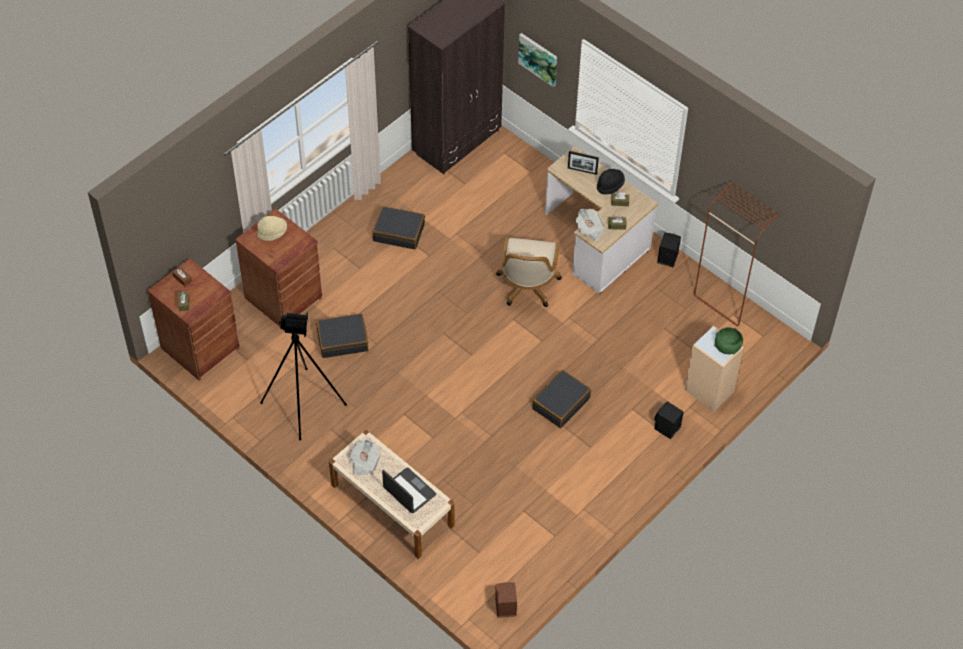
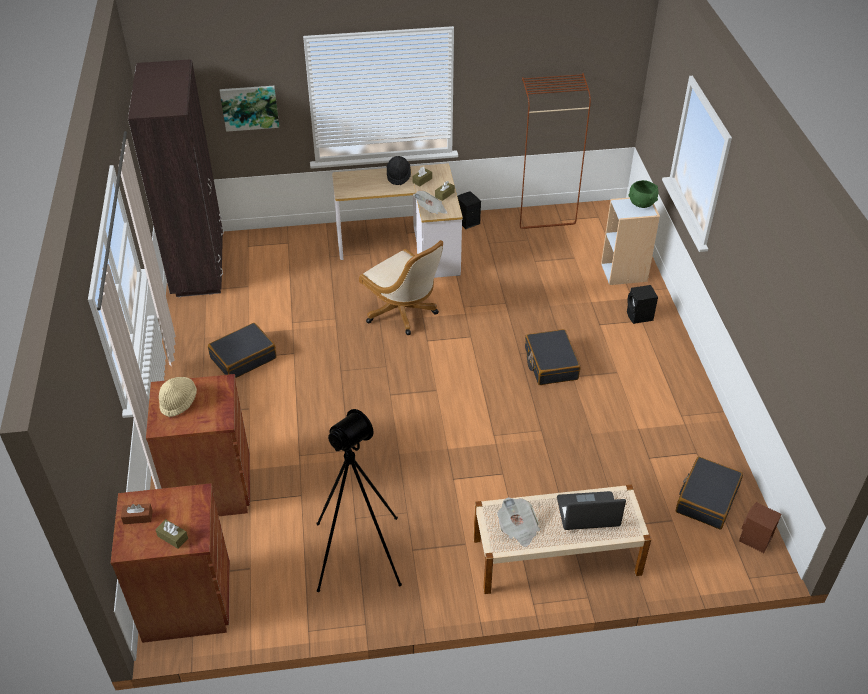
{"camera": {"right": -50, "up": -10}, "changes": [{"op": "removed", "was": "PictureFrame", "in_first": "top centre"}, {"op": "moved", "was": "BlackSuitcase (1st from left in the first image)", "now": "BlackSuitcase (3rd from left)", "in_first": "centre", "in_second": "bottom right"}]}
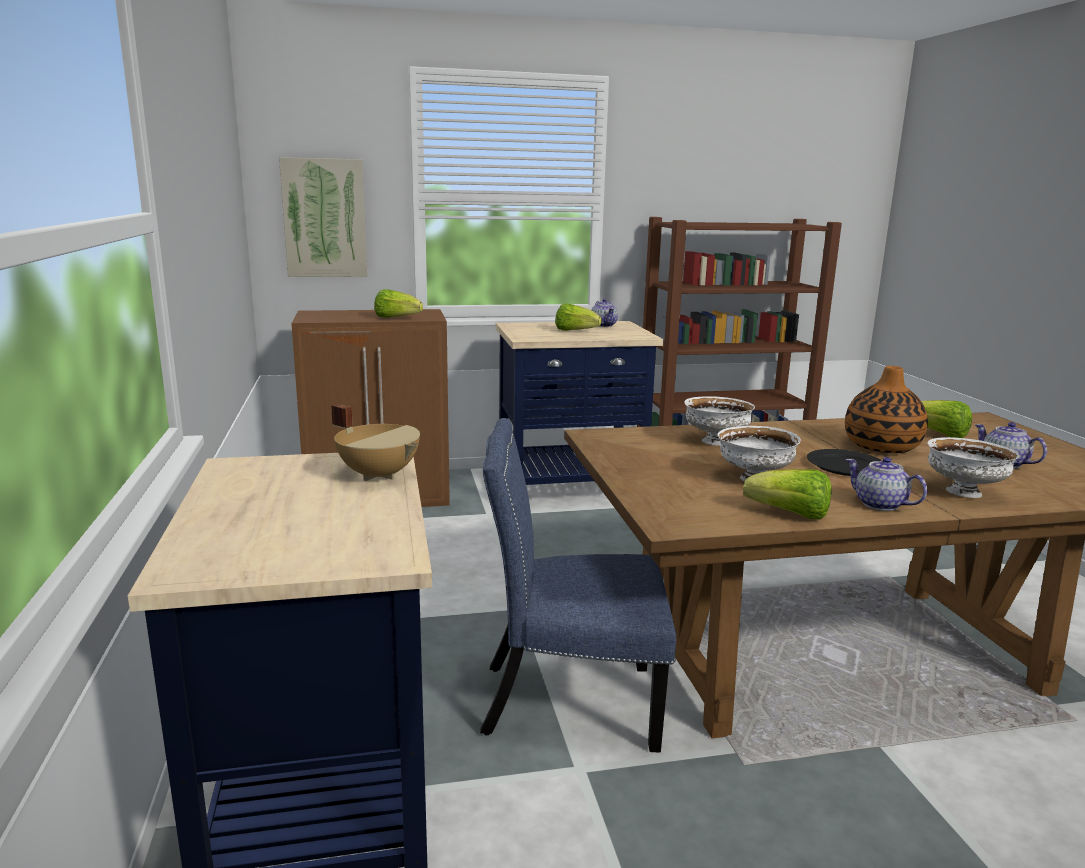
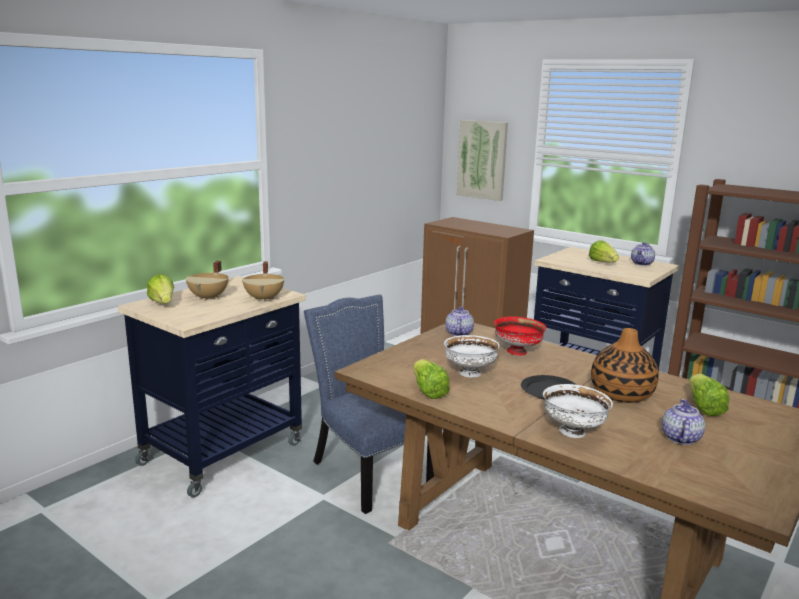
{"camera": {"right": 50, "up": 0}, "changes": [{"op": "added", "now": "BeigeCookingPot (1st from left)", "in_second": "middle left"}, {"op": "moved", "was": "Lettuce (1st from left)", "in_first": "centre", "in_second": "middle left"}, {"op": "moved", "was": "Teapot (2nd from left in the first image)", "now": "Teapot (1st from left)", "in_first": "middle right", "in_second": "centre"}, {"op": "recoloured", "was": "WhiteBowl (1st from left)", "now": "RedBowl", "in_first": "centre", "in_second": "centre"}]}
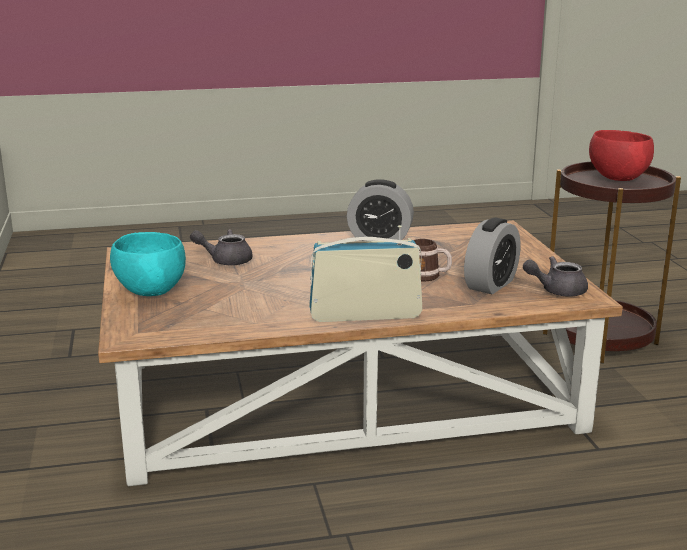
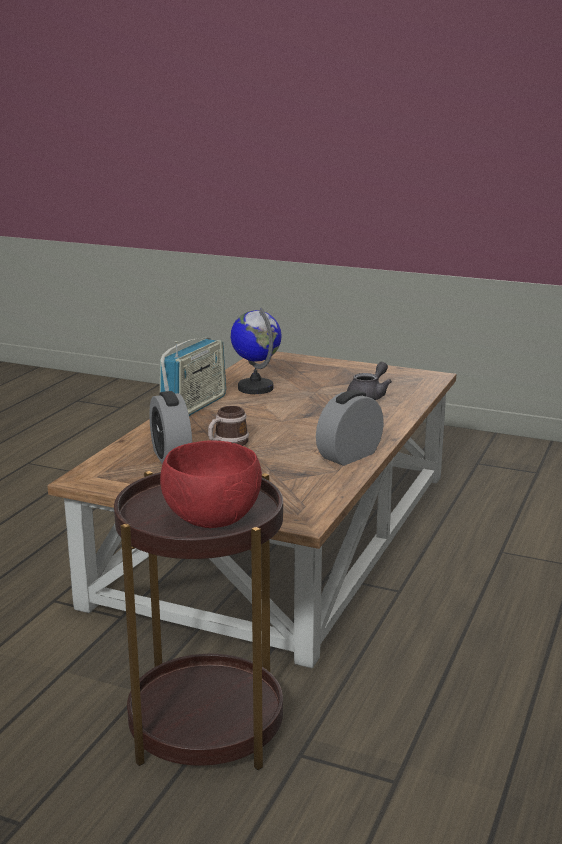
{"camera": {"right": 125, "up": 0}, "changes": [{"op": "removed", "was": "TurquoiseBowl", "in_first": "middle left"}, {"op": "removed", "was": "GreyTeapot (2nd from left)", "in_first": "middle right"}, {"op": "added", "now": "Globe", "in_second": "centre"}]}
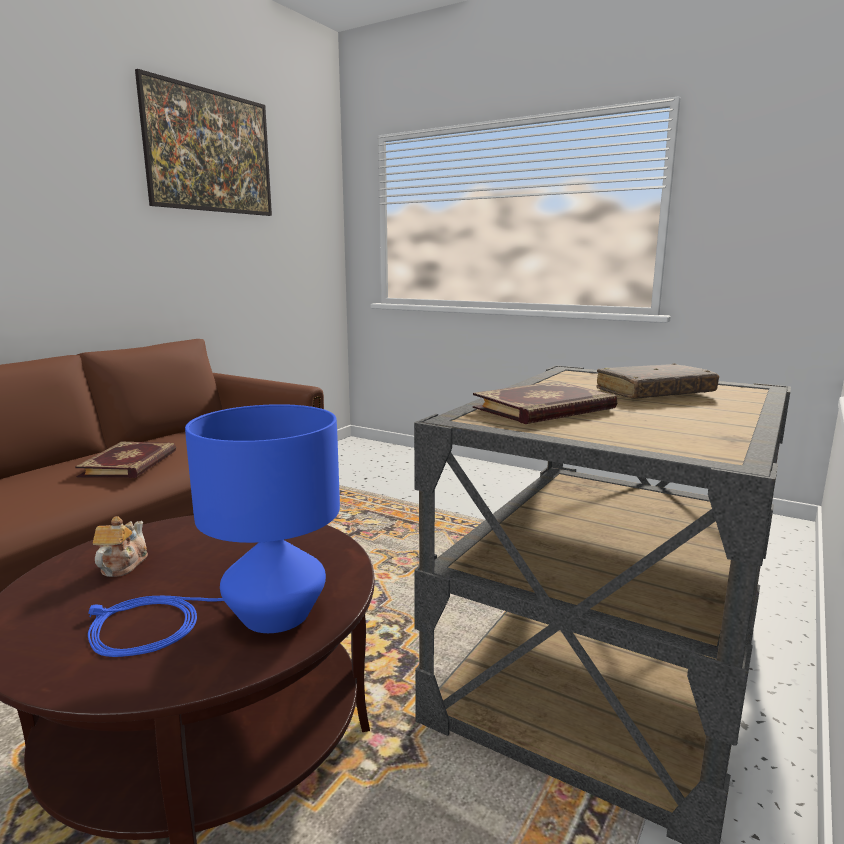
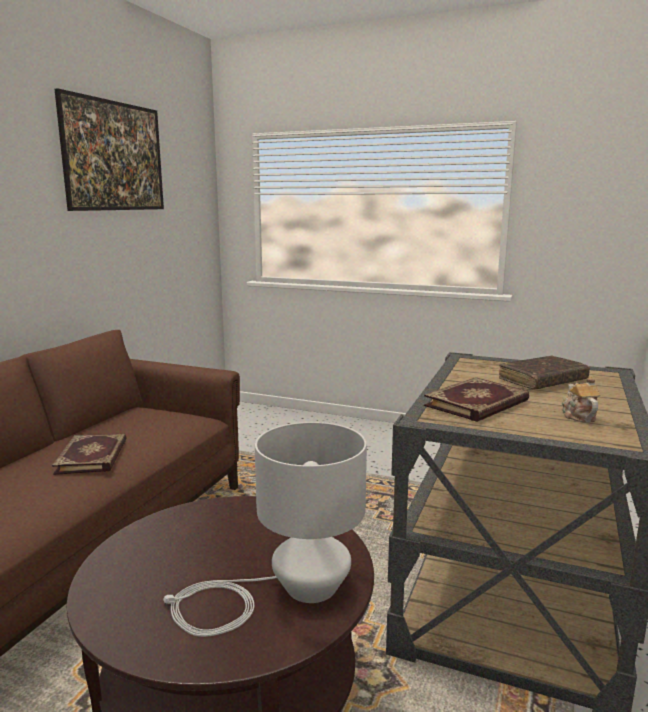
{"camera": {"right": -10, "up": 0}, "changes": [{"op": "moved", "was": "Teapot", "in_first": "middle left", "in_second": "middle right"}, {"op": "recoloured", "was": "BlueTableLamp", "now": "WhiteTableLamp", "in_first": "middle left", "in_second": "bottom centre"}]}
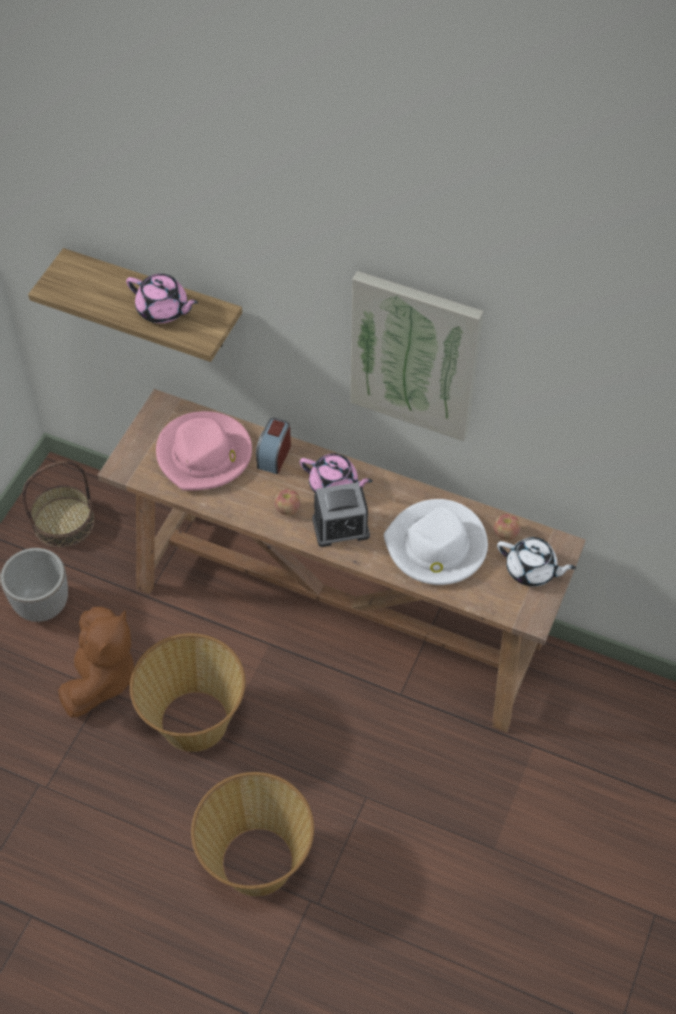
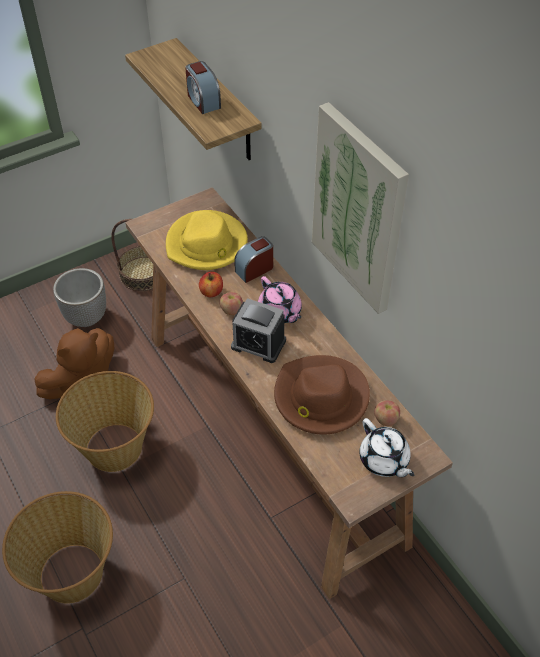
{"camera": {"right": 35, "up": -5}, "changes": [{"op": "added", "now": "Apple (1st from left)", "in_second": "centre"}, {"op": "replaced", "was": "PinkTeapot (1st from left)", "now": "AlarmClock (1st from left)", "in_first": "top left", "in_second": "top centre"}, {"op": "recoloured", "was": "PinkHat", "now": "YellowHat", "in_first": "middle left", "in_second": "centre"}, {"op": "recoloured", "was": "WhiteHat", "now": "BrownHat", "in_first": "centre", "in_second": "centre"}]}
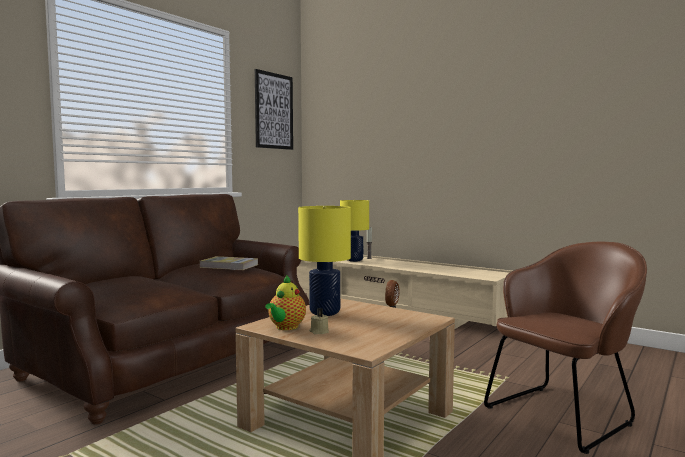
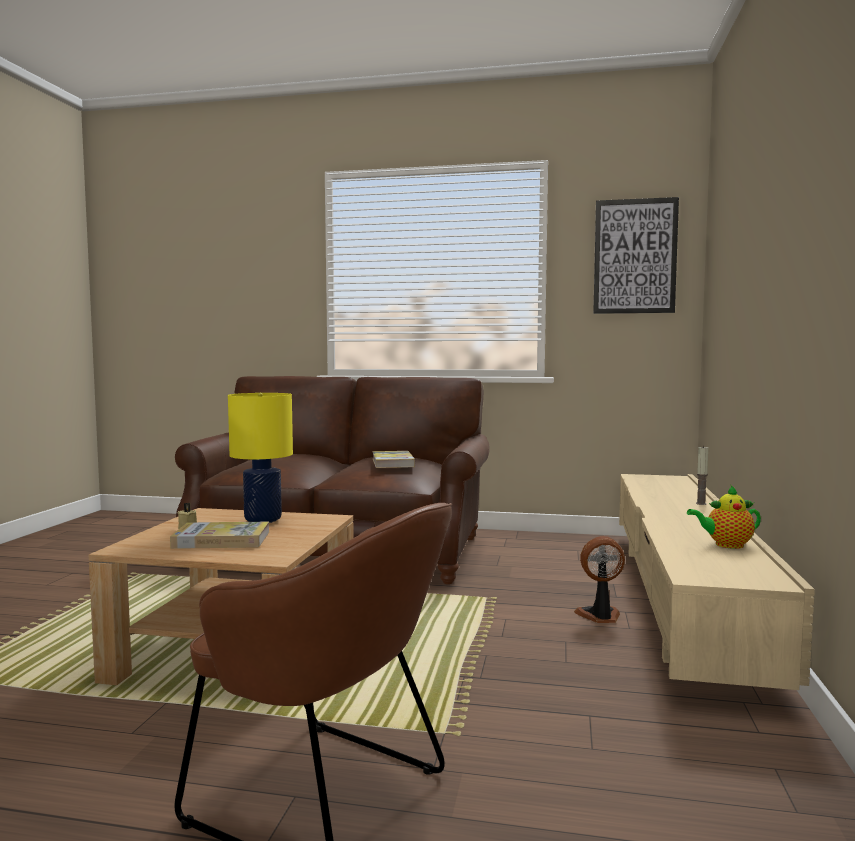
{"camera": {"right": 65, "up": 0}, "changes": [{"op": "removed", "was": "YellowTableLamp (2nd from left)", "in_first": "centre"}, {"op": "added", "now": "Book (1st from left)", "in_second": "middle left"}, {"op": "moved", "was": "Teapot", "in_first": "centre", "in_second": "middle right"}]}
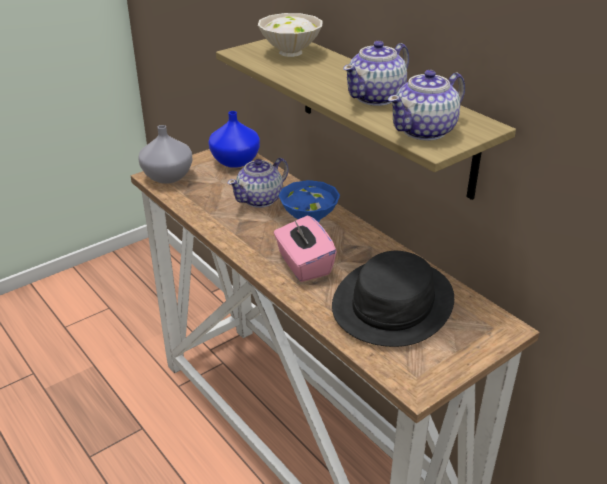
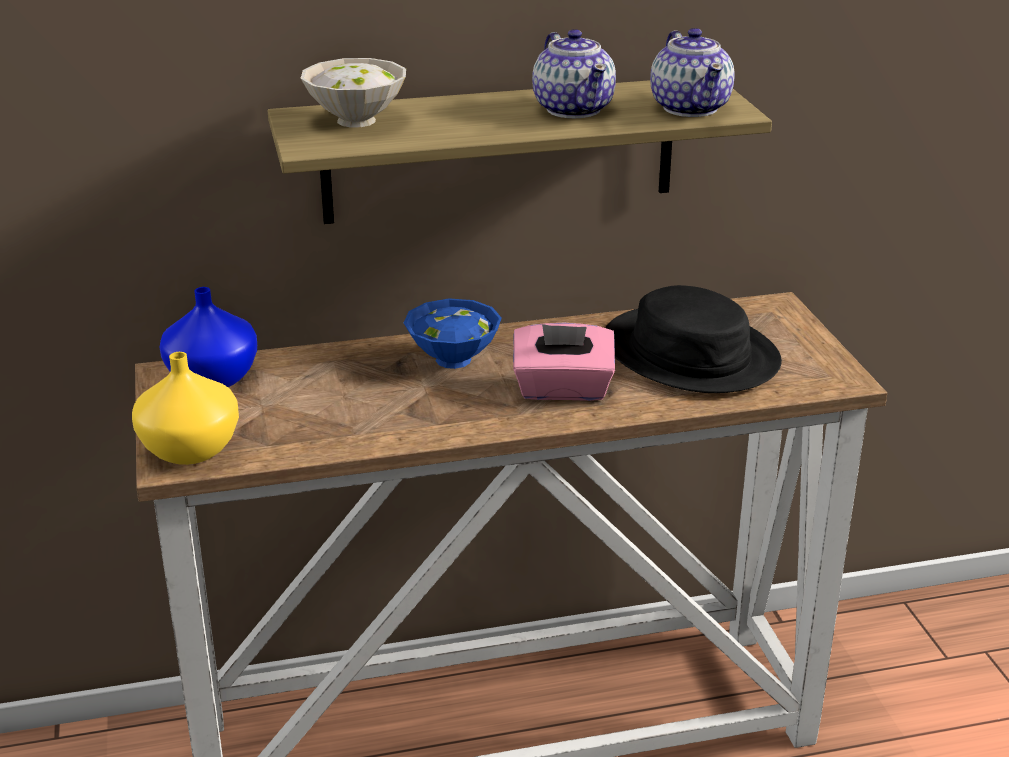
{"camera": {"right": -65, "up": -5}, "changes": [{"op": "removed", "was": "Teapot (1st from left)", "in_first": "centre"}, {"op": "recoloured", "was": "GreyVase", "now": "YellowVase", "in_first": "top left", "in_second": "middle left"}]}
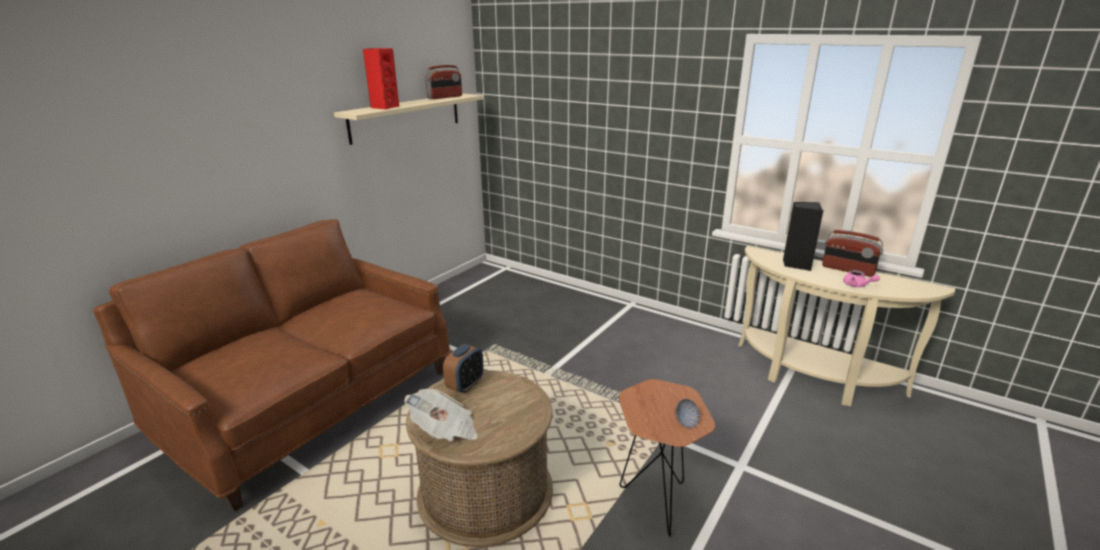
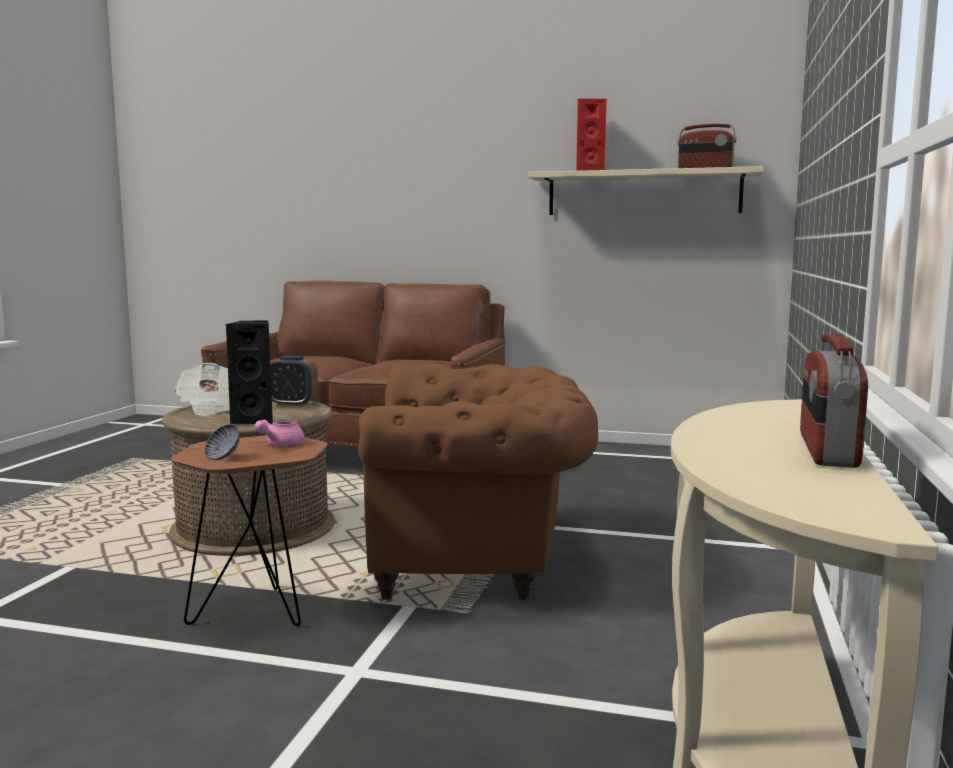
{"camera": {"right": 70, "up": -15}, "changes": [{"op": "added", "now": "BrownArmchair", "in_second": "centre"}, {"op": "moved", "was": "BlackSpeaker", "in_first": "middle right", "in_second": "middle left"}, {"op": "moved", "was": "PinkTeapot", "in_first": "middle right", "in_second": "middle left"}]}
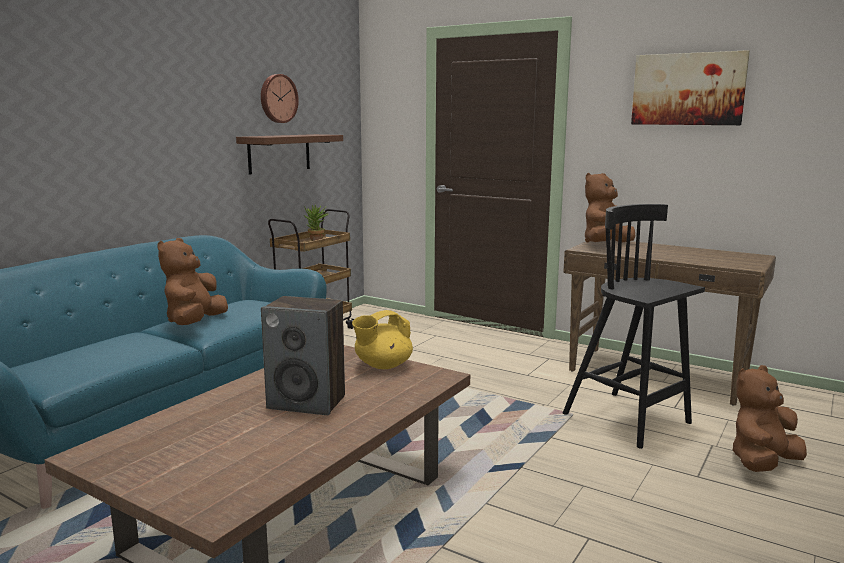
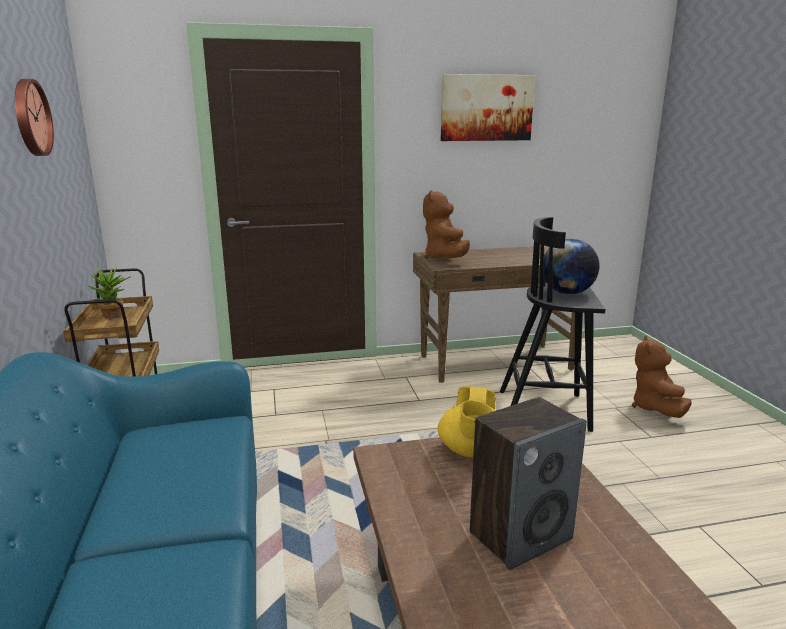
{"camera": {"right": -45, "up": 5}, "changes": [{"op": "removed", "was": "BrownPlushToy (1st from left)", "in_first": "middle left"}, {"op": "removed", "was": "BrownShelf", "in_first": "top centre"}, {"op": "added", "now": "Globe", "in_second": "middle right"}]}
